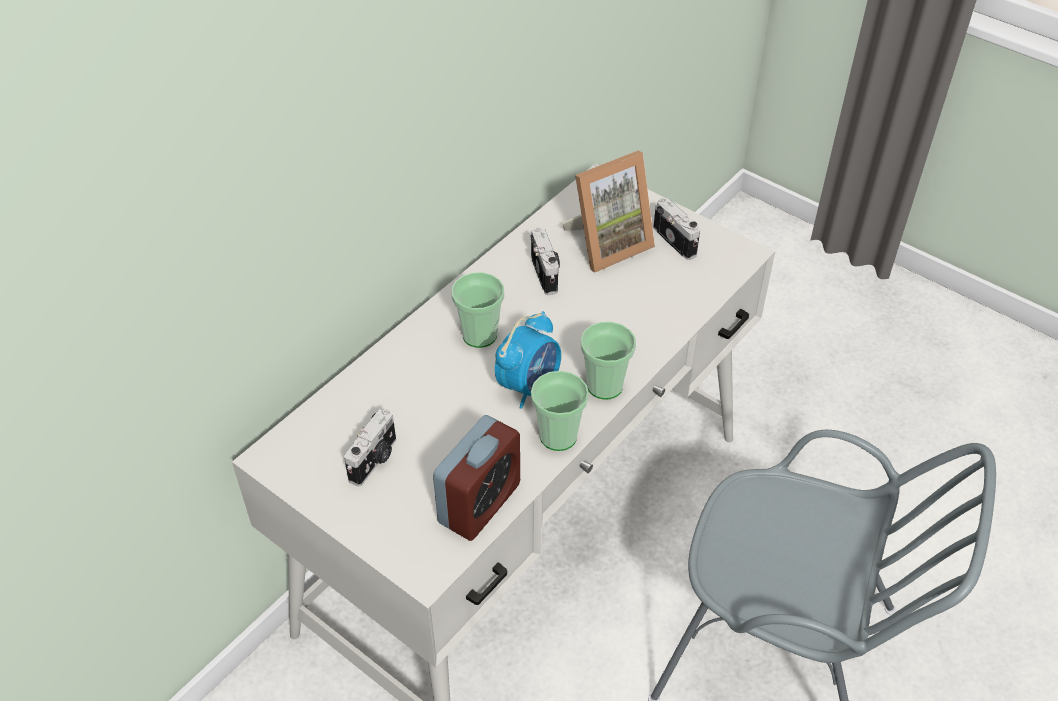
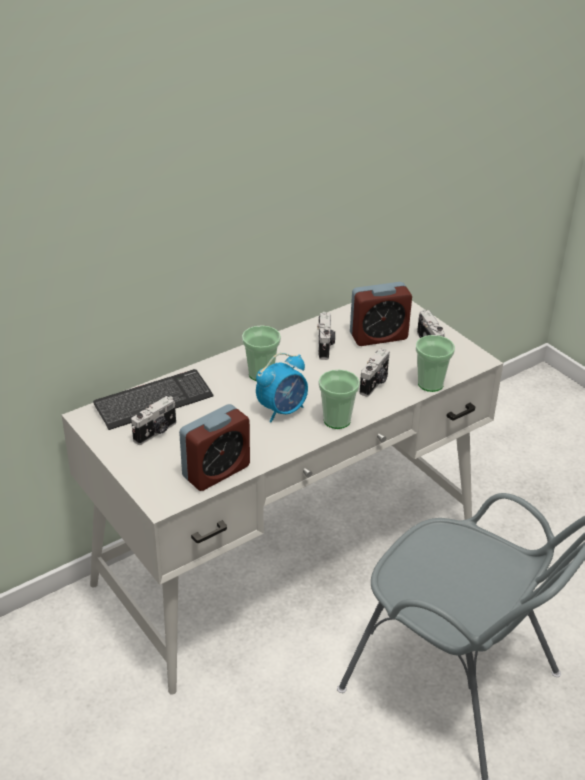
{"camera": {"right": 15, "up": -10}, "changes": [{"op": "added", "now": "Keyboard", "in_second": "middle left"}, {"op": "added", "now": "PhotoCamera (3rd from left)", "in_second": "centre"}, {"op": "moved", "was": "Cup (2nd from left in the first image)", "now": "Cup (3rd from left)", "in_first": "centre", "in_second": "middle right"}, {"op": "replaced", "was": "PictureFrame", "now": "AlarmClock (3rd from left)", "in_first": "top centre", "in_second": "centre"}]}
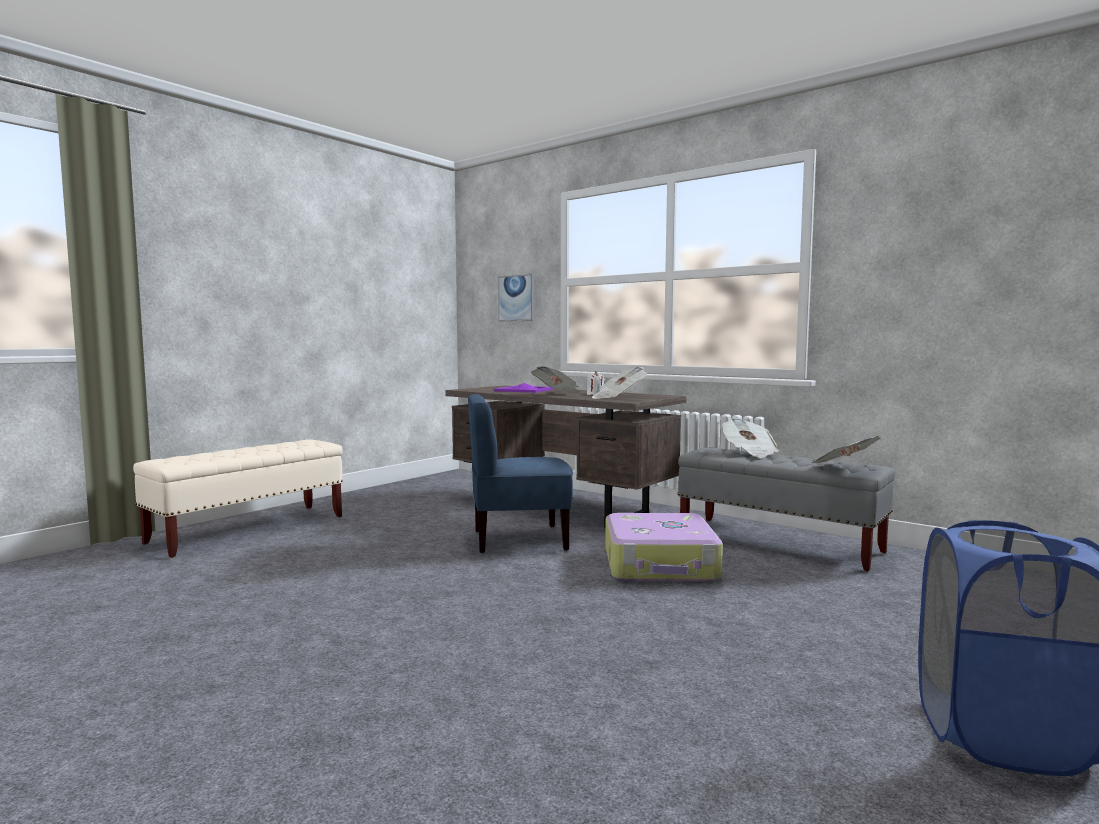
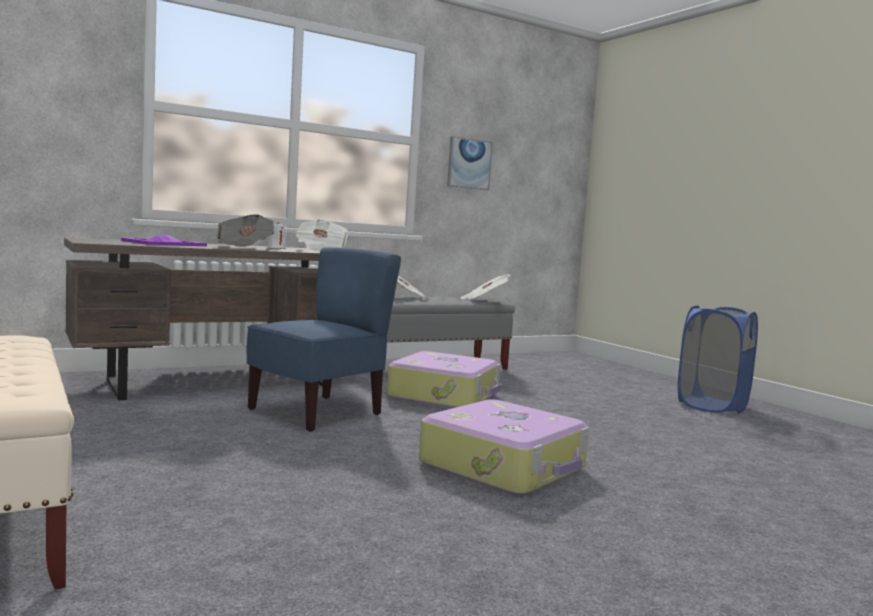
{"camera": {"right": -70, "up": 0}, "changes": [{"op": "added", "now": "Suitcase (2nd from left)", "in_second": "bottom centre"}, {"op": "moved", "was": "Picture", "in_first": "centre", "in_second": "top centre"}, {"op": "turned", "was": "BlueChair", "in_first": "centre", "in_second": "centre", "clockwise": -150}]}
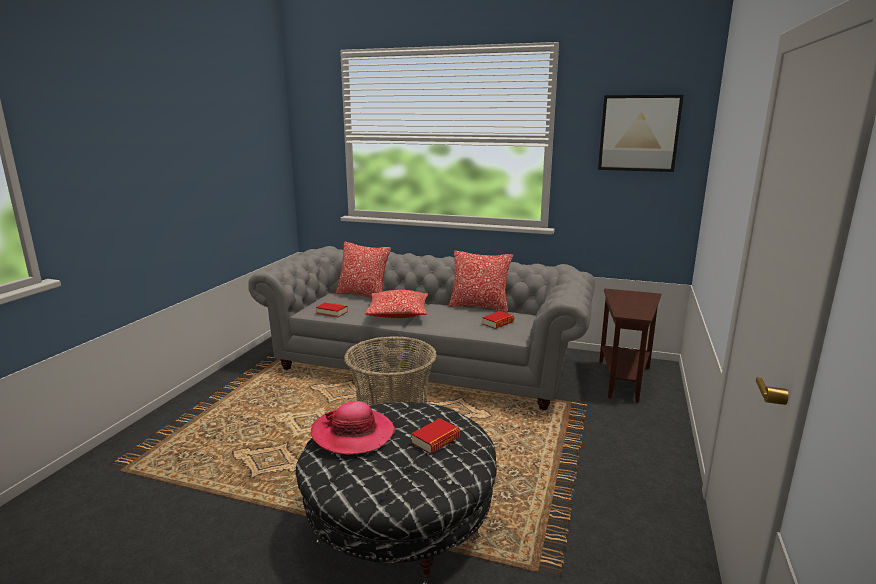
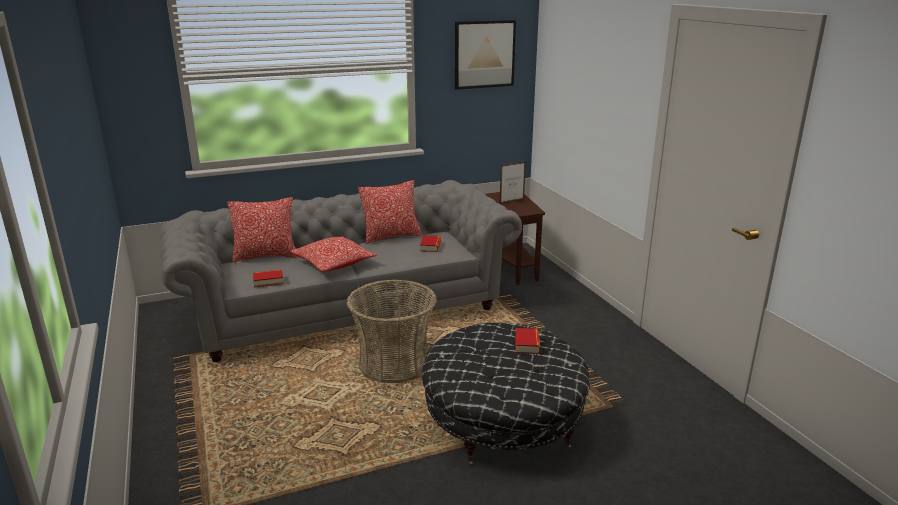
{"camera": {"right": -40, "up": 5}, "changes": [{"op": "removed", "was": "Hat", "in_first": "bottom centre"}, {"op": "added", "now": "PictureFrame", "in_second": "centre"}]}
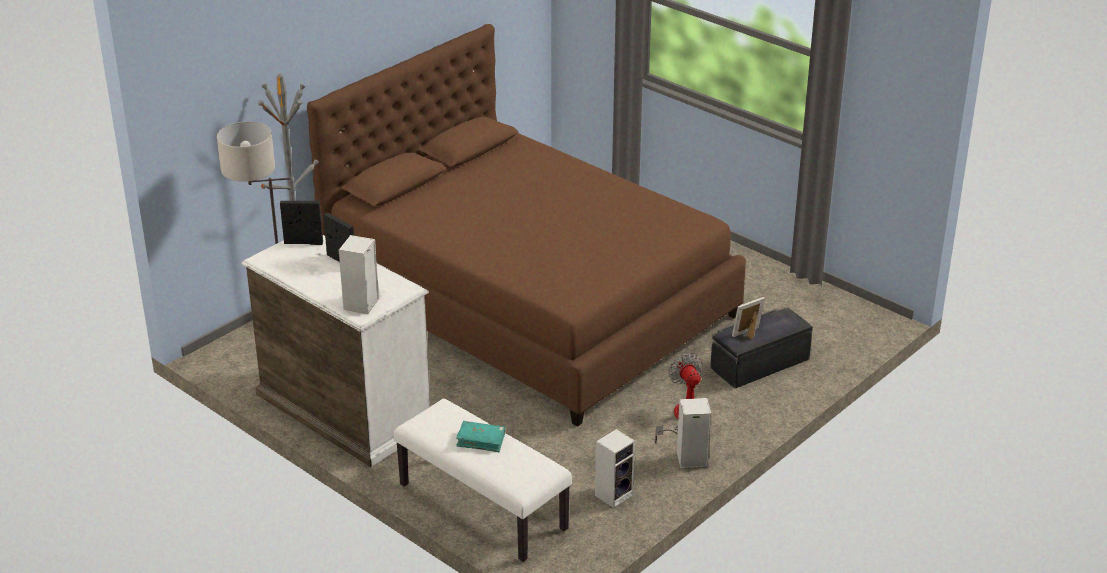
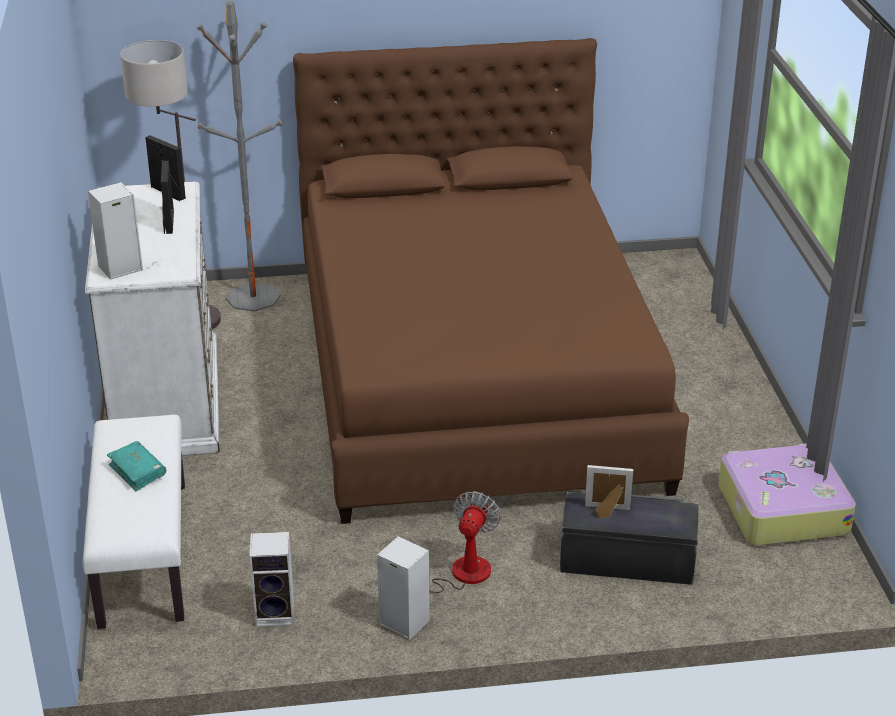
{"camera": {"right": 40, "up": 0}, "changes": [{"op": "added", "now": "Suitcase", "in_second": "bottom right"}]}
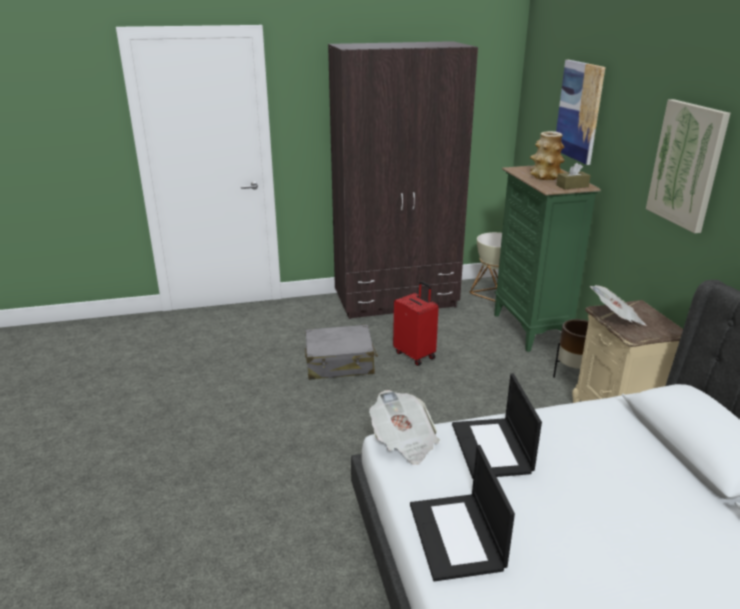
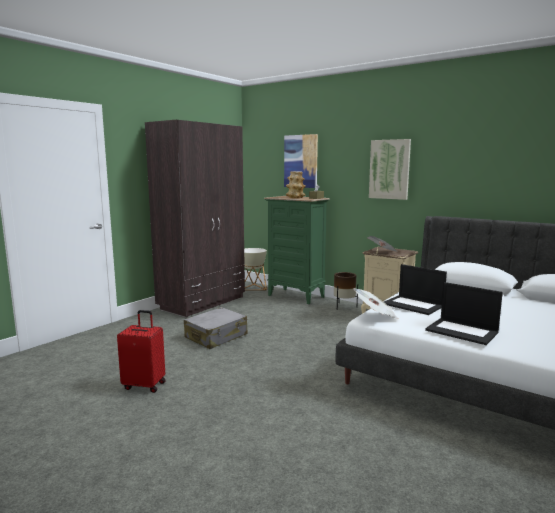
{"camera": {"right": -40, "up": -15}, "changes": [{"op": "moved", "was": "RedSuitcase", "in_first": "centre", "in_second": "bottom left"}]}
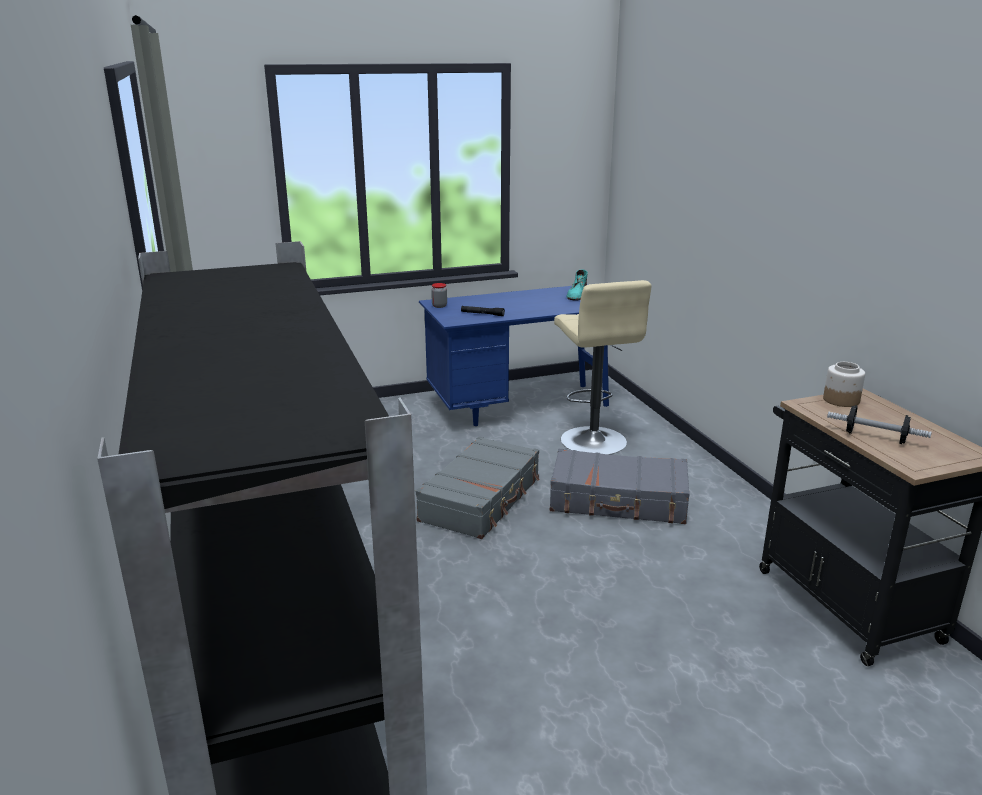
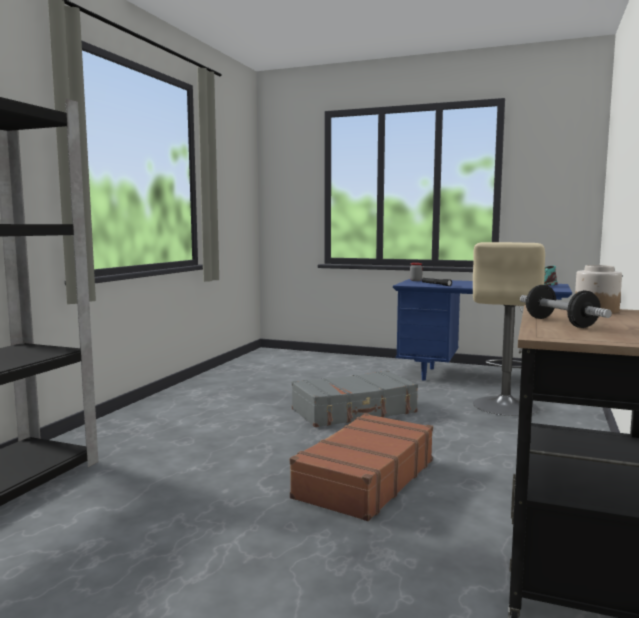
{"camera": {"right": 40, "up": -15}, "changes": [{"op": "removed", "was": "GreySuitcase (2nd from left)", "in_first": "centre"}, {"op": "added", "now": "BrownSuitcase", "in_second": "bottom centre"}]}
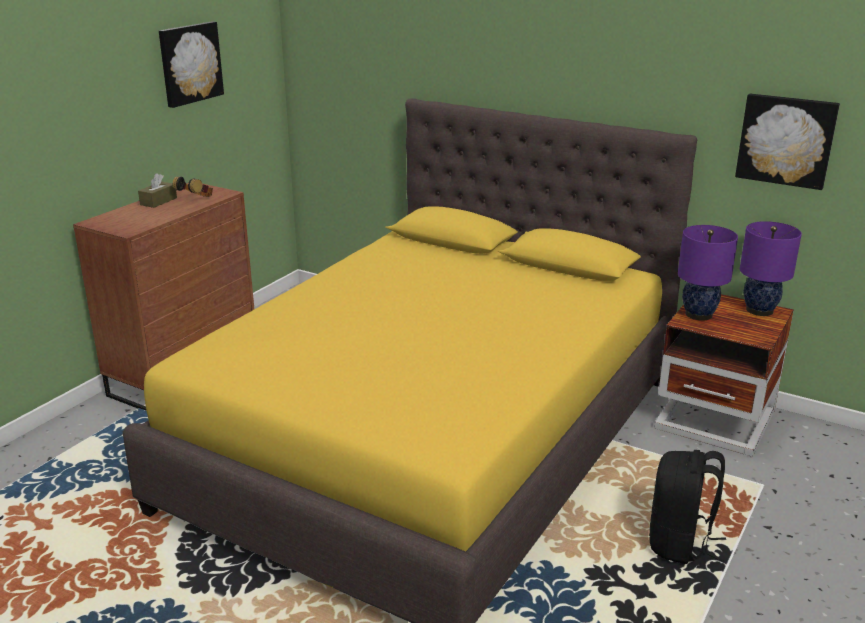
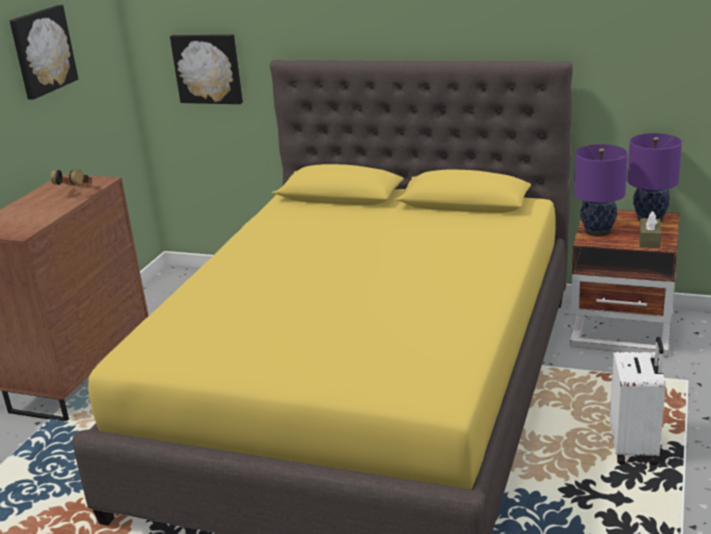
{"camera": {"right": -10, "up": 0}, "changes": [{"op": "moved", "was": "BrownTissueBox", "in_first": "top left", "in_second": "middle right"}, {"op": "moved", "was": "Picture (2nd from left)", "in_first": "top right", "in_second": "top left"}, {"op": "replaced", "was": "BlackBackpack", "now": "WhiteSuitcase", "in_first": "bottom right", "in_second": "bottom right"}]}
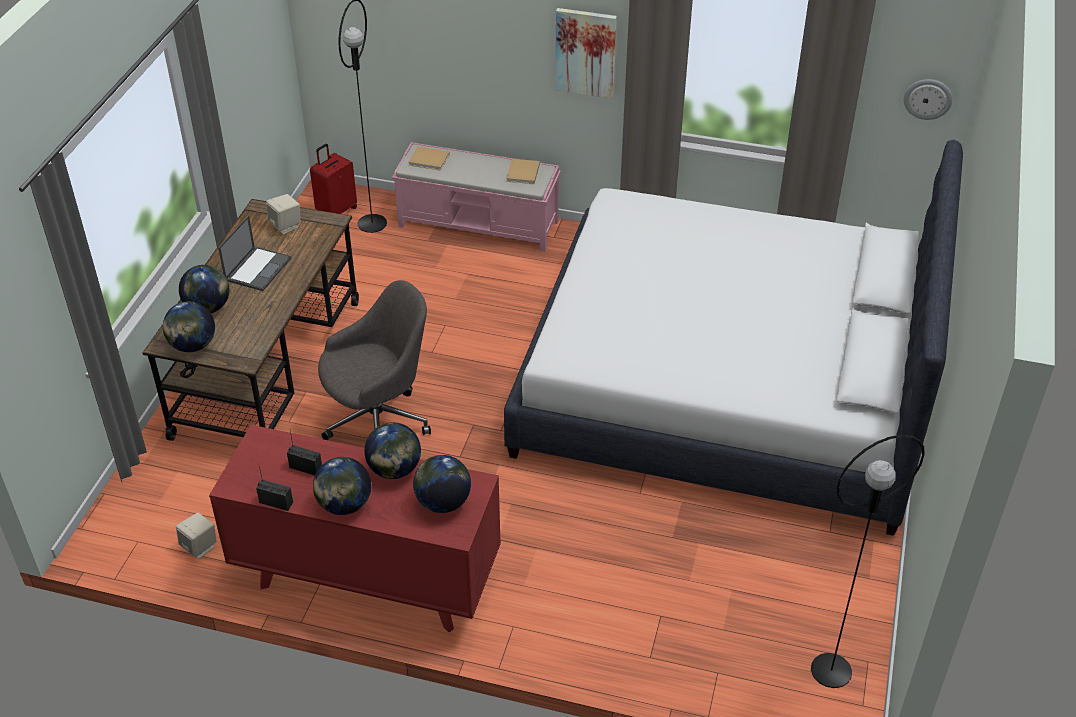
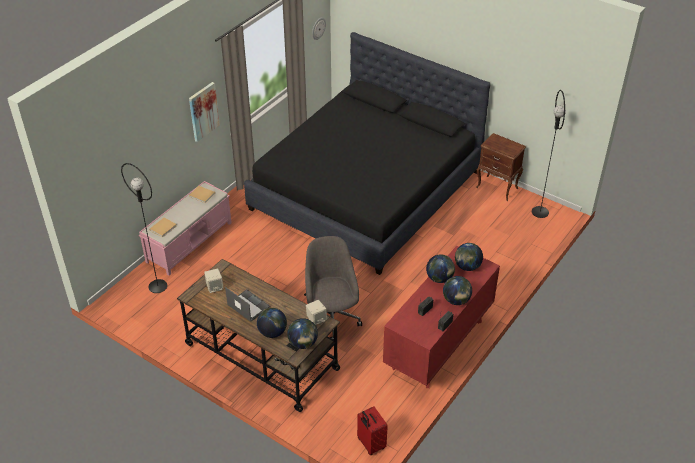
{"camera": {"right": -70, "up": 0}, "changes": [{"op": "added", "now": "BrownNightstand", "in_second": "middle right"}, {"op": "moved", "was": "BeigeSpeaker (1st from left in the first image)", "now": "BeigeSpeaker (2nd from left)", "in_first": "bottom left", "in_second": "bottom centre"}, {"op": "moved", "was": "RedSuitcase", "in_first": "top left", "in_second": "bottom centre"}, {"op": "recoloured", "was": "WhiteBed", "now": "BlackBed", "in_first": "middle right", "in_second": "top centre"}]}
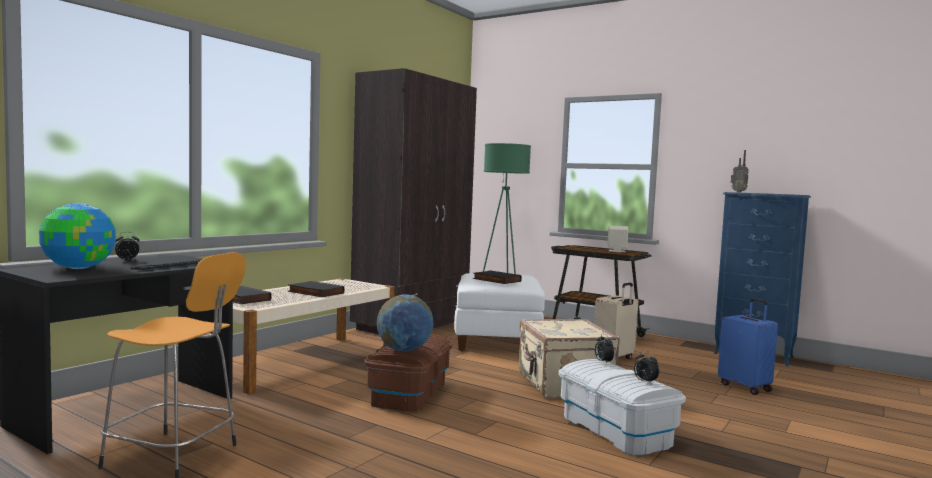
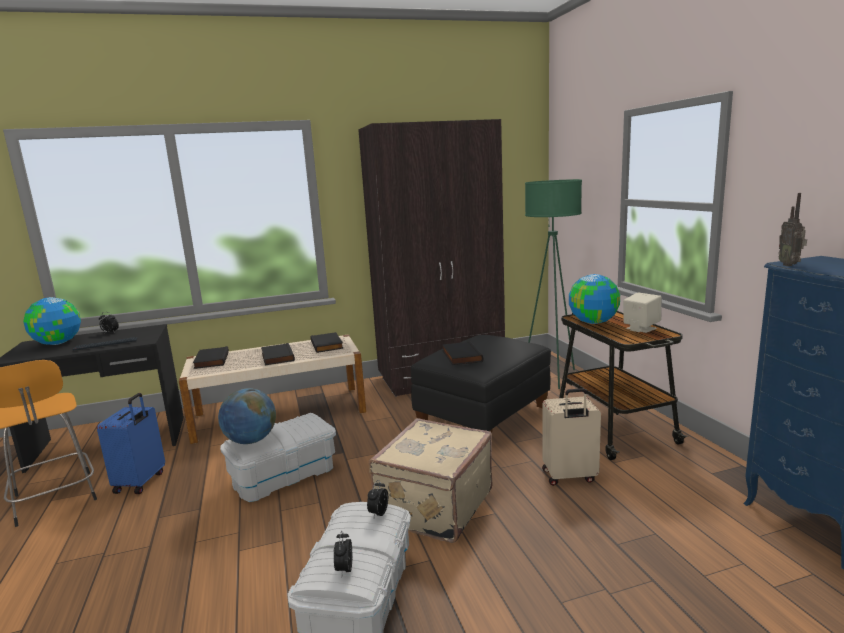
{"camera": {"right": 40, "up": 10}, "changes": [{"op": "added", "now": "BlackBook (3rd from left)", "in_second": "centre"}, {"op": "added", "now": "Globe (3rd from left)", "in_second": "middle right"}, {"op": "moved", "was": "BlueSuitcase", "in_first": "bottom right", "in_second": "bottom left"}, {"op": "recoloured", "was": "BrownStorageBox", "now": "WhiteStorageBox (1st from left)", "in_first": "bottom centre", "in_second": "bottom left"}, {"op": "recoloured", "was": "WhiteOttoman", "now": "BlackOttoman", "in_first": "centre", "in_second": "centre"}]}
